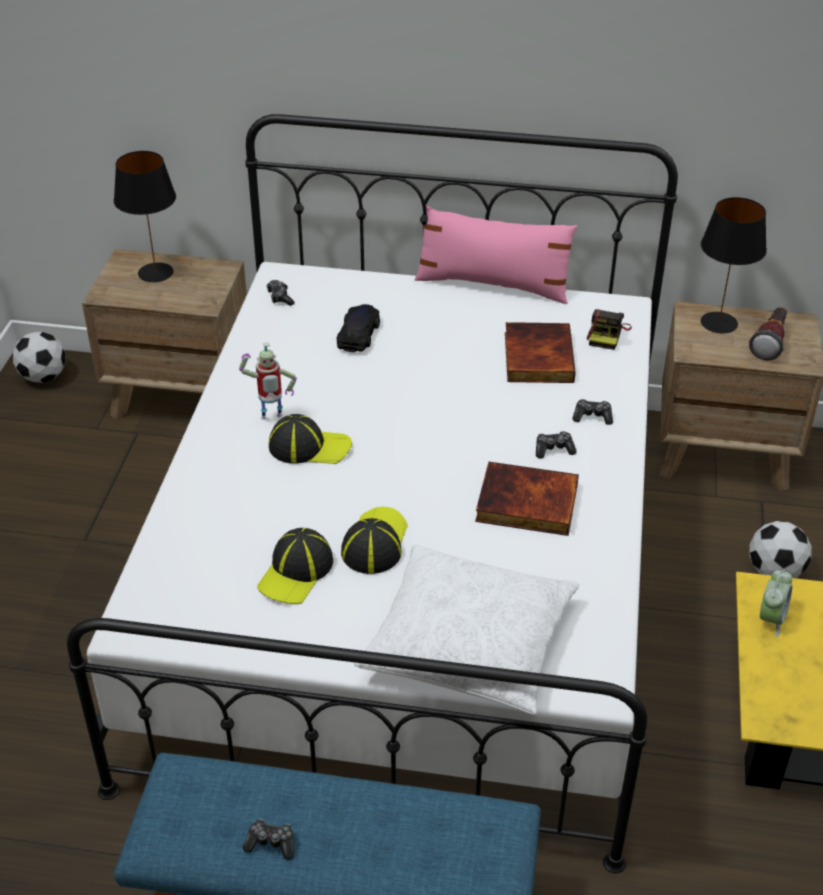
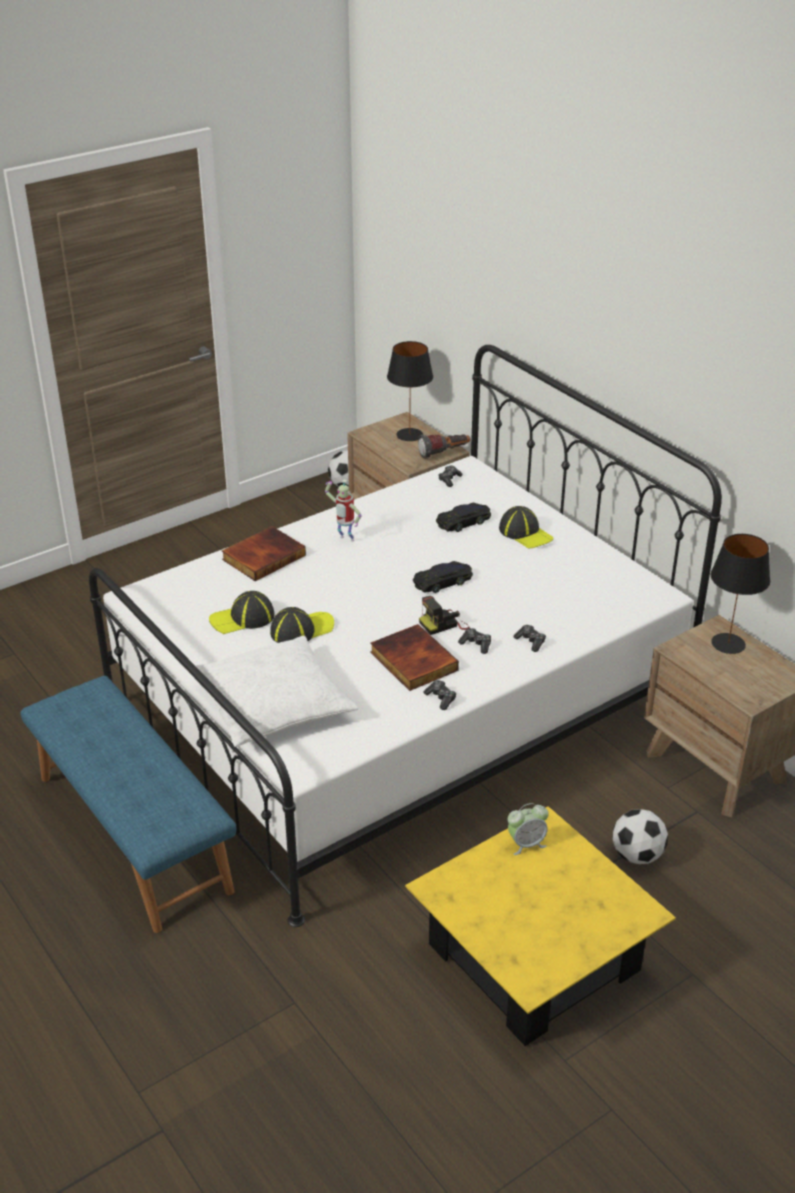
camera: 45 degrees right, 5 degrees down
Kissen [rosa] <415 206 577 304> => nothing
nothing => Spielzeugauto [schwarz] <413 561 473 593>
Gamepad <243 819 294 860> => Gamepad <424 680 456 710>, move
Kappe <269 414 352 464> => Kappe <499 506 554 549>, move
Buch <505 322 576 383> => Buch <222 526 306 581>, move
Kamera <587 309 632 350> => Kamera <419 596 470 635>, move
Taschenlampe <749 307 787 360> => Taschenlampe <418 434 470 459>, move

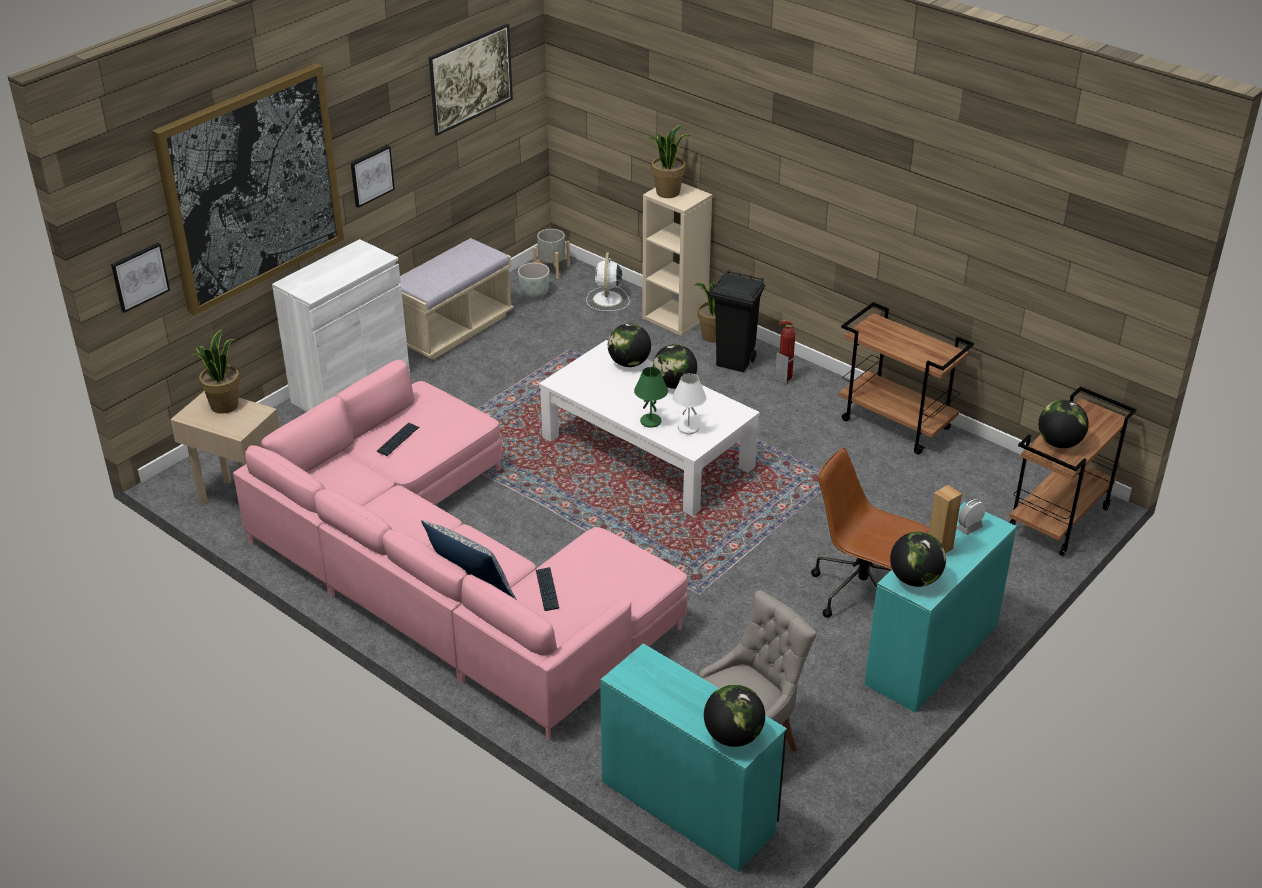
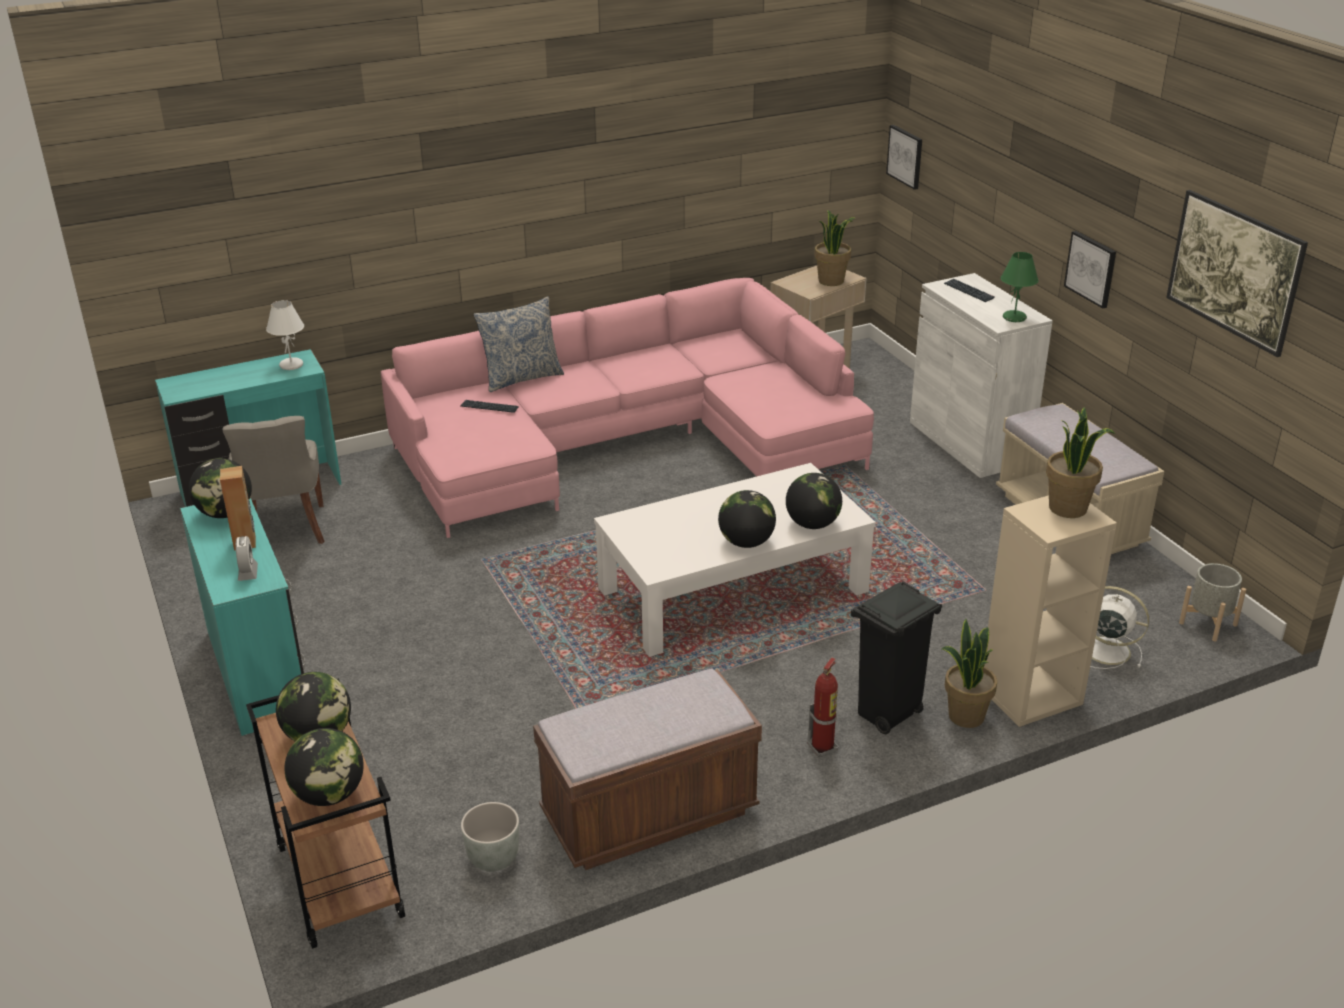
camera: 115 degrees right, 5 degrees down
Bild <152 63 344 316> => nothing
Bürostuhl [braun] <811 448 929 618> => nothing
Tastatur <377 422 419 456> => Tastatur <944 279 995 302>, move
Pflanzkübel [grau] <518 263 550 299> => Pflanzkübel [grau] <461 802 519 872>, move
Tischlampe [grün] <634 367 668 428> => Tischlampe [grün] <1001 252 1039 322>, move
Tischlampe [weiß] <672 373 706 434> => Tischlampe [weiß] <266 300 304 370>, move
Globus <704 684 765 747> => Globus <284 728 364 806>, move
Rollwagen [braun] <839 302 974 455> => Bank [braun] <533 669 762 870>

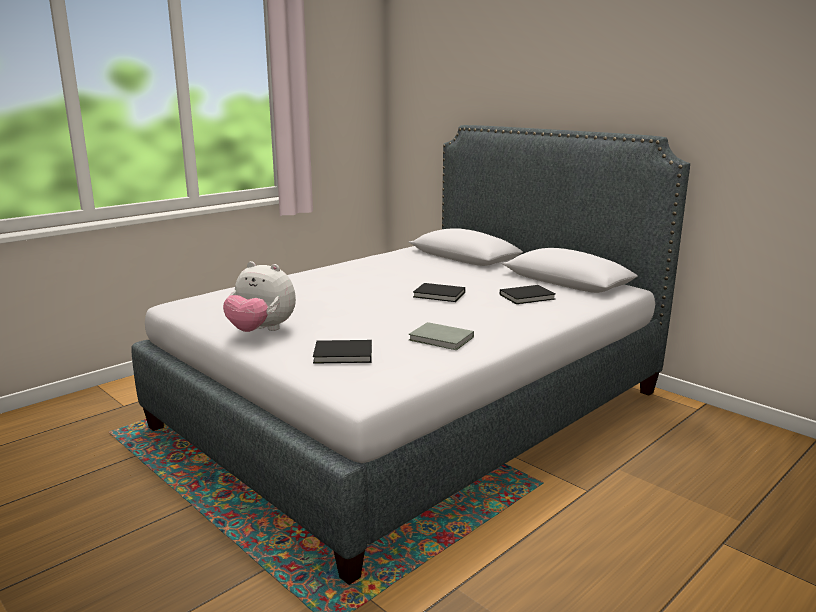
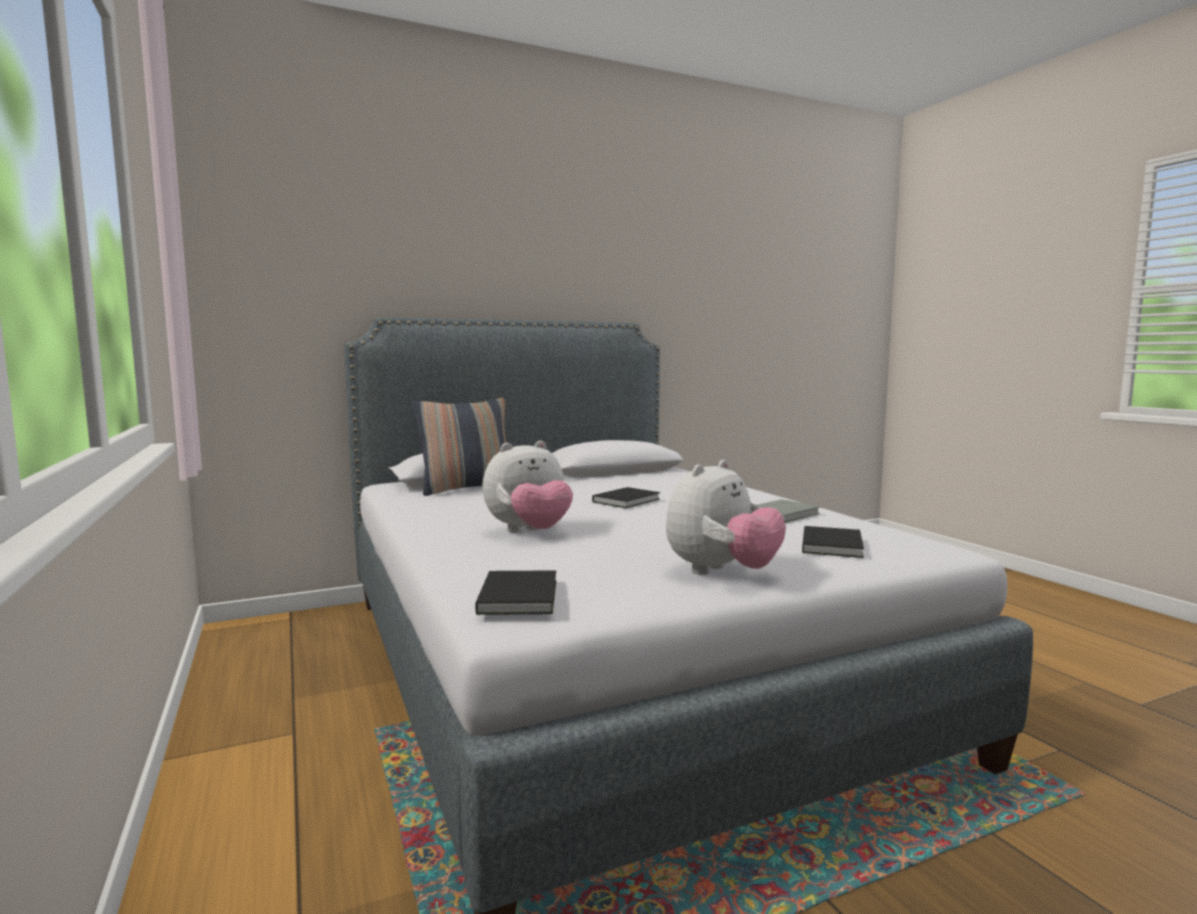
camera: 70 degrees left, 10 degrees down
nothing => Kissen <412 398 506 496>
nothing => Plüschtier <483 441 573 532>
Buch [schwarz] <500 285 555 304> => Buch [schwarz] <475 570 556 615>, move

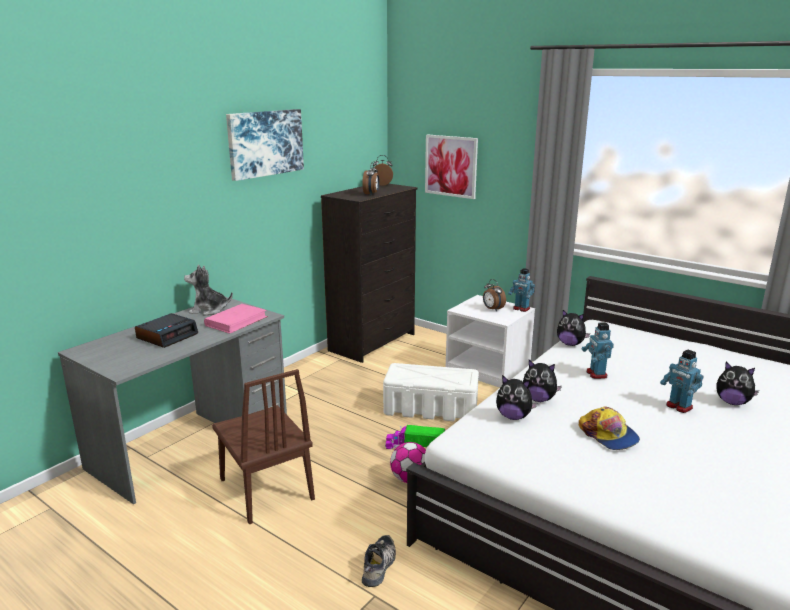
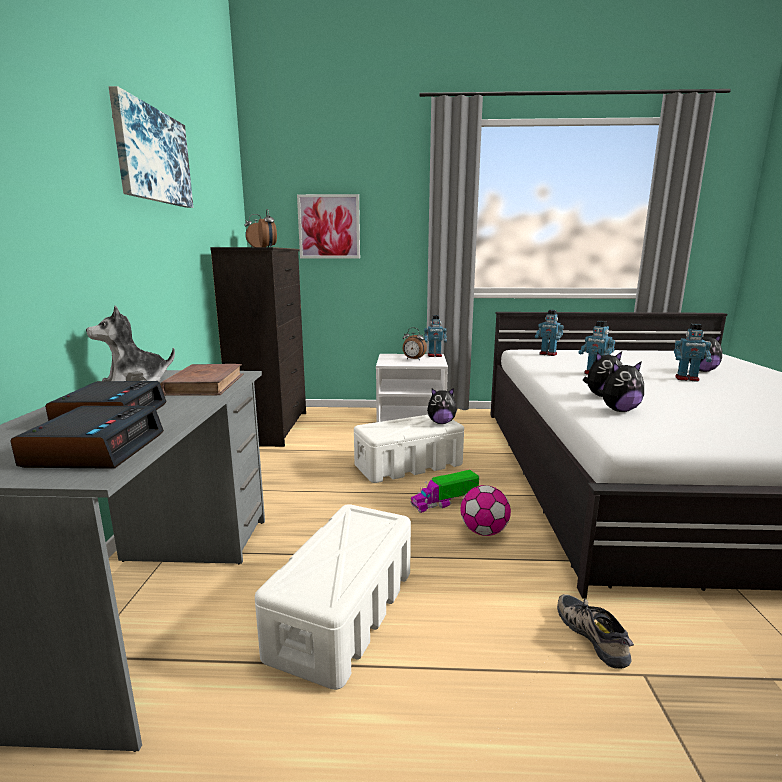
camera: 35 degrees left, 5 degrees down
Kappe <579 406 640 450> => nothing
nothing => Wecker <10 406 164 469>
nothing => Spielzeugroboter <535 310 564 356>
Plüschtier <557 310 590 346> => Plüschtier <427 388 457 424>, move
Stuhl [braun] <212 369 315 524> => Aufbewahrungsbox [weiß] <255 504 411 690>
Buch [rosa] <204 304 268 333> => Buch [braun] <160 364 244 396>

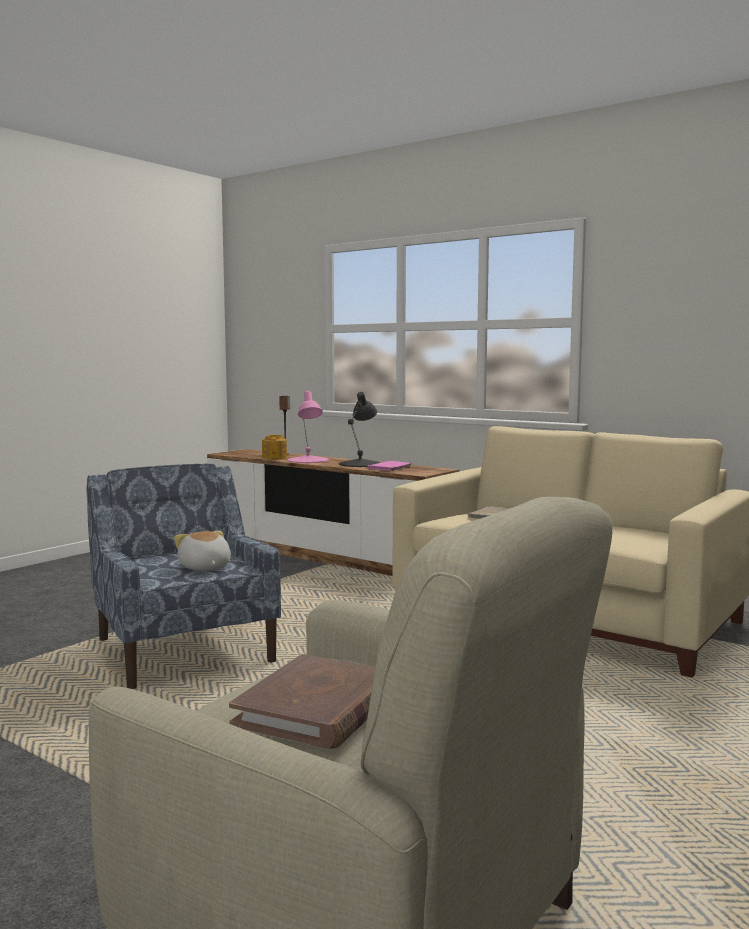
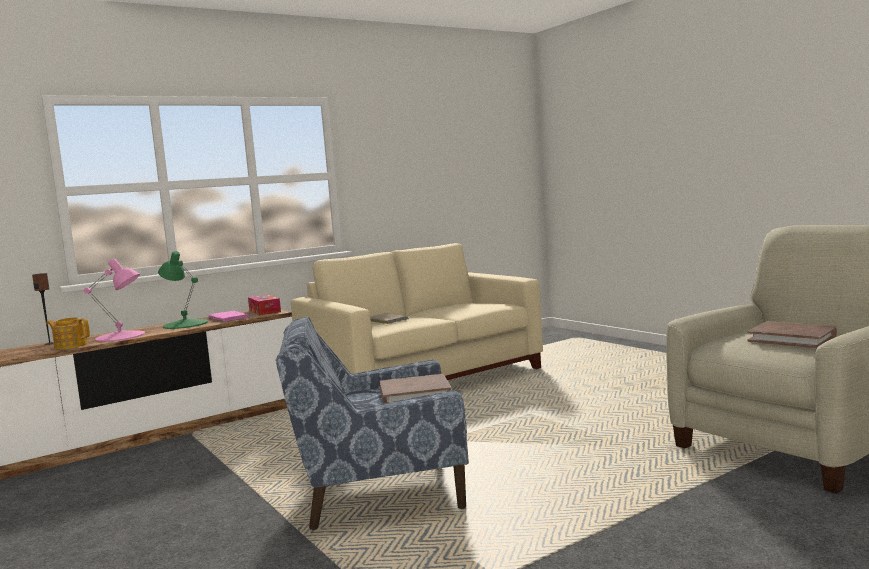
camera: 70 degrees left, 0 degrees up
nothing => Taschentuchbox <248 295 281 315>
Plüschtier <174 531 231 571> => Buch [braun] <380 374 452 404>
Tischlampe [schwarz] <339 392 381 467> => Tischlampe [grün] <158 251 208 329>

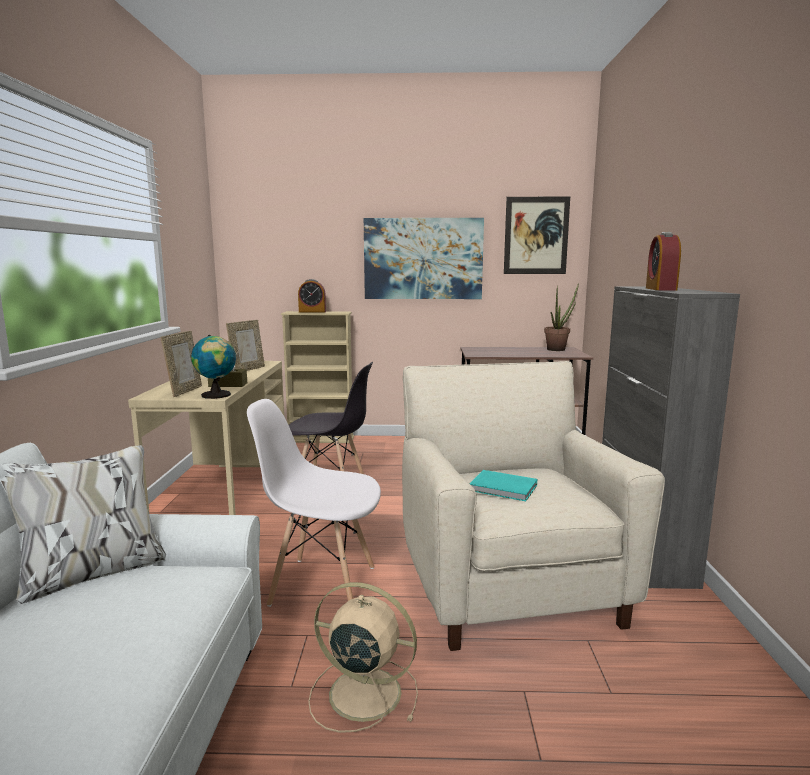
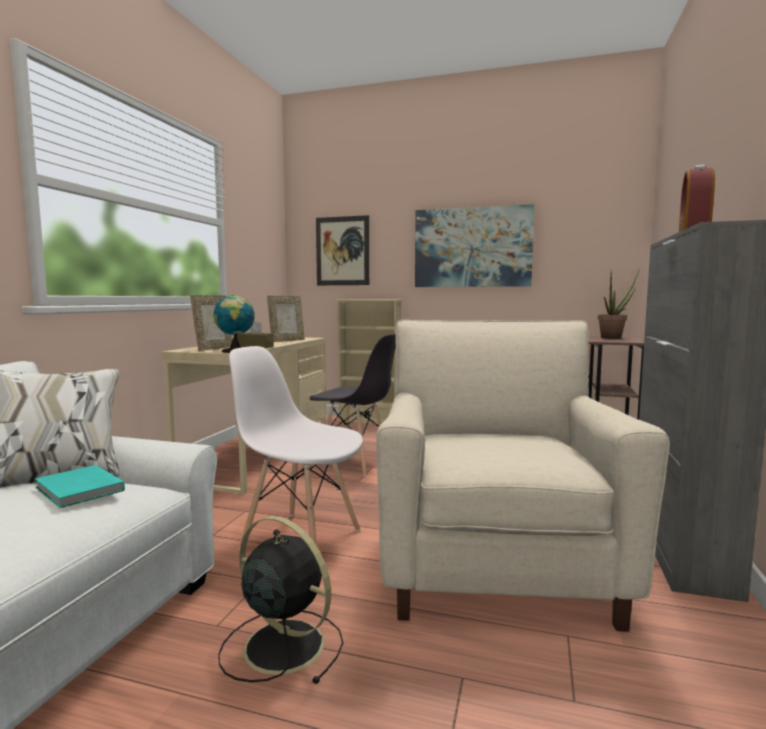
camera: 15 degrees right, 5 degrees down
Wecker <298 279 326 313> => nothing
Buch [türkis] <470 470 537 501> => Buch [türkis] <35 465 125 508>, move
Bild <504 197 570 274> => Bild <316 215 369 285>, move
Ventilator [beige] <308 582 418 733> => Ventilator [schwarz] <218 516 343 684>

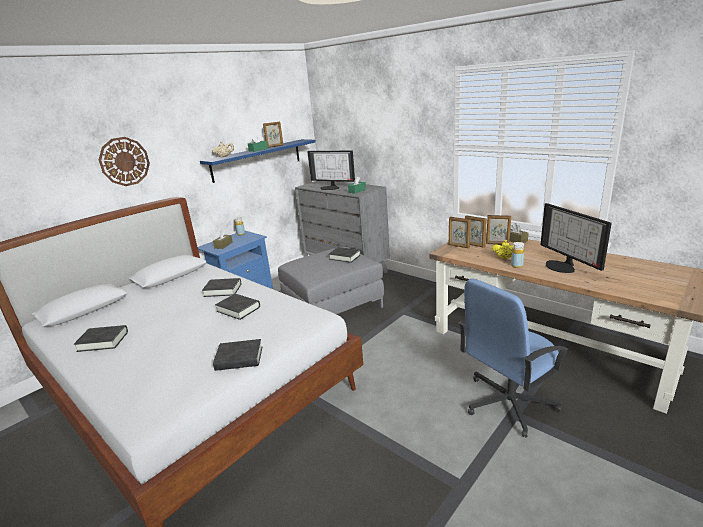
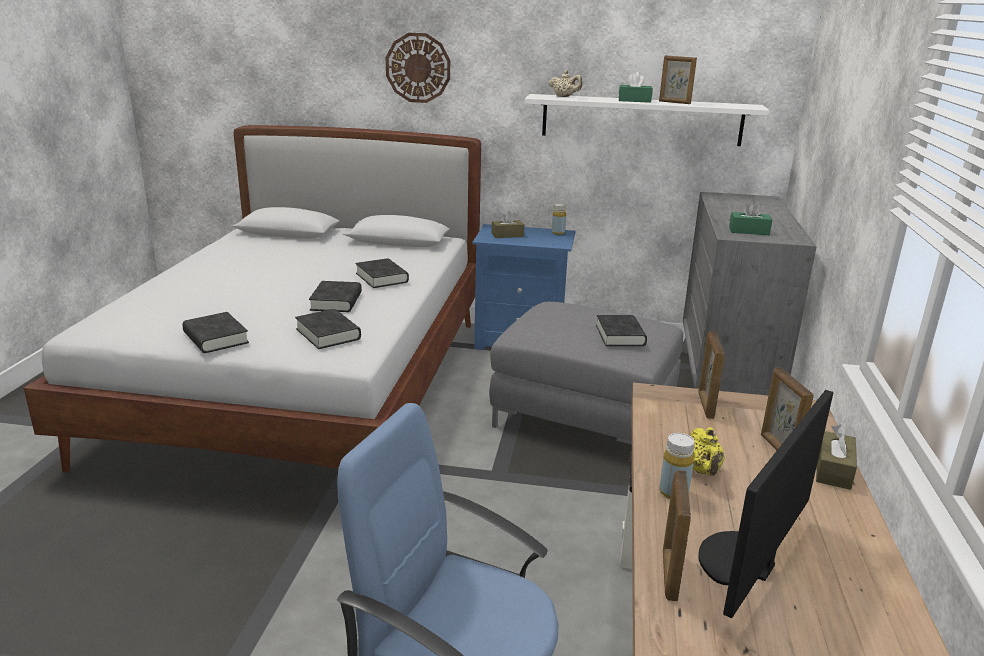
camera: 55 degrees right, 0 degrees up
Monitor <307 151 355 190> => nothing
Buch [schwarz] <74 325 128 352> => Buch [schwarz] <295 309 361 349>, move
Bilderrahmen <465 216 487 248> => Bilderrahmen <663 470 691 601>, move
Wandregal [blau] <200 139 316 183> => Wandregal [weiß] <525 94 769 146>

